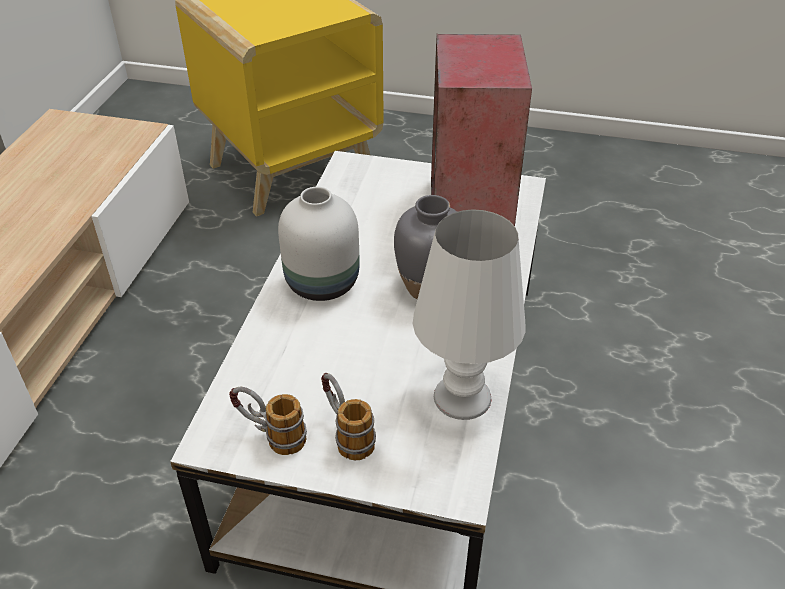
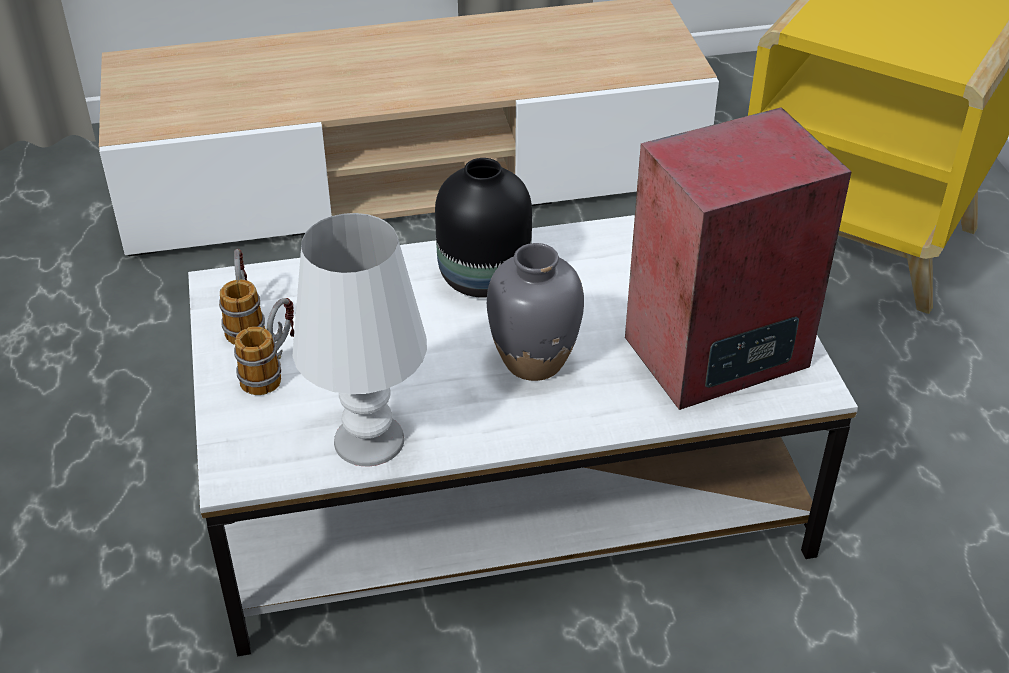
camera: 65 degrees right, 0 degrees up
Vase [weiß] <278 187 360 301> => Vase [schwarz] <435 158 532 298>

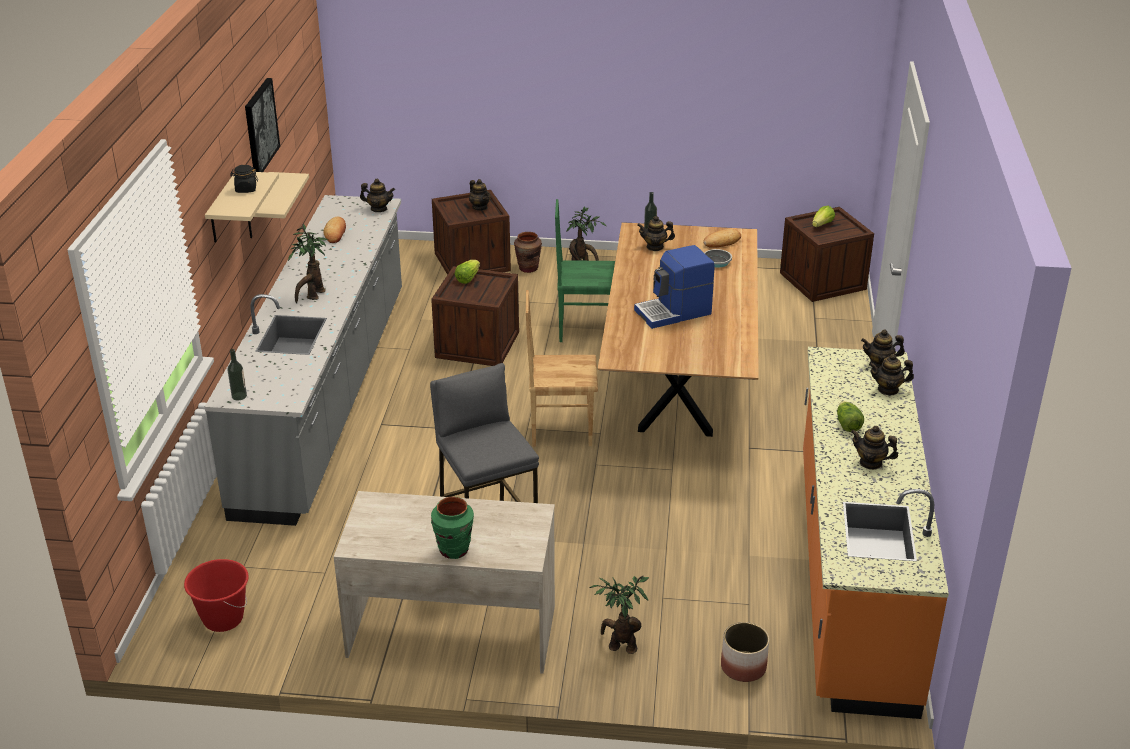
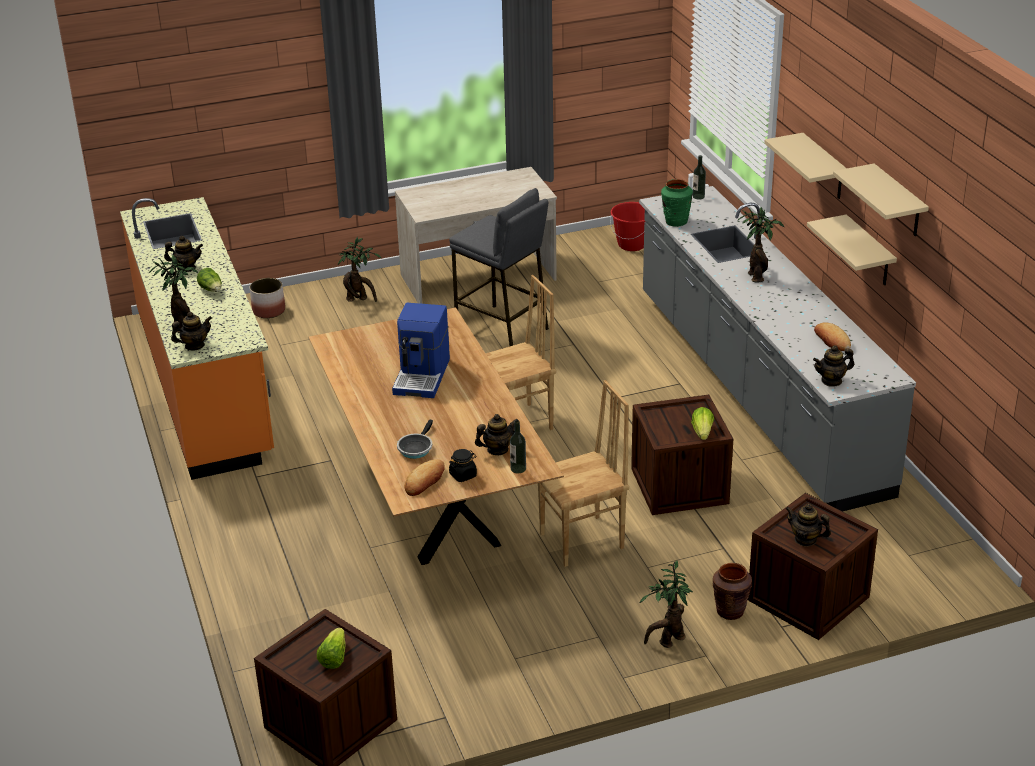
camera: 155 degrees right, 0 degrees up
Vorratsglas [schwarz] <230 165 258 193> => Vorratsglas [schwarz] <449 449 477 482>, move
Vase [grün] <431 497 474 559> => Vase [grün] <661 179 693 227>, move
Bild <245 78 280 172> => Wandregal [beige] <833 163 929 236>
Teekanne <869 354 914 395> => Topfpflanze <149 255 198 333>
Stuhl [grün] <555 199 615 342> => Stuhl [braun] <538 380 629 567>
Kaffeemaschine <634 245 715 329> => Kaffeemaschine <392 303 450 398>, 150 degrees clockwise

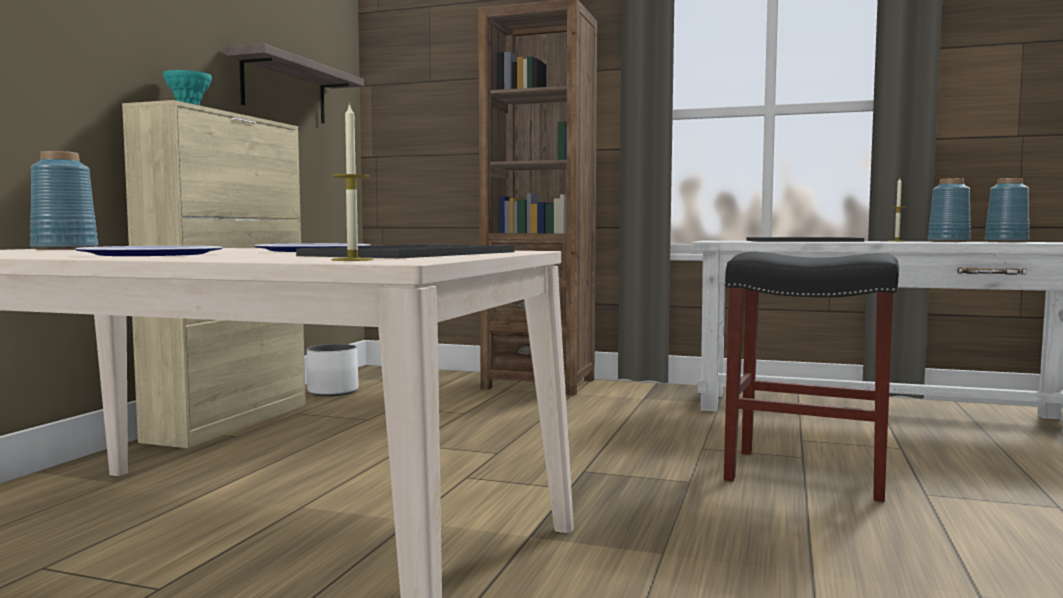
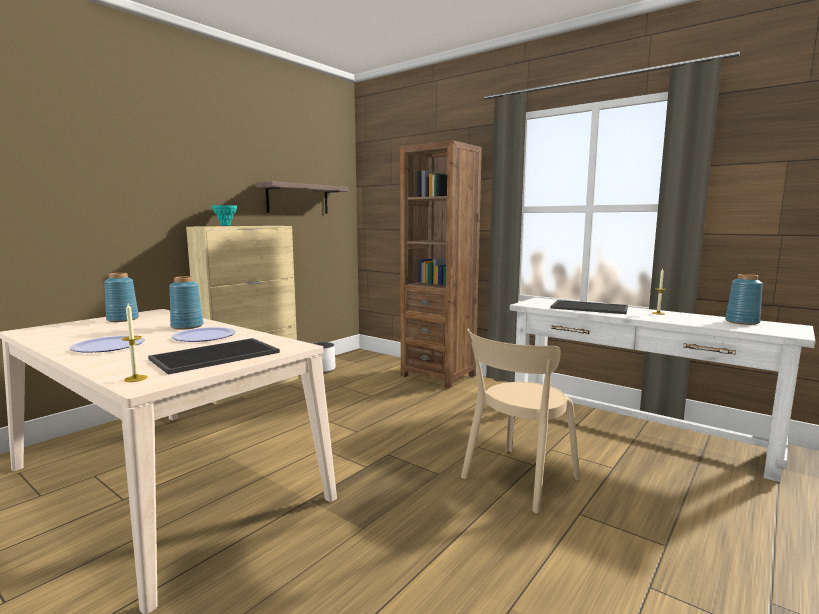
camera: 20 degrees right, 5 degrees up
Vase [blau] <928 178 971 242> => Vase [blau] <169 276 204 329>, move
Hocker [schwarz] <724 251 899 502> => Stuhl [beige] <461 329 580 514>

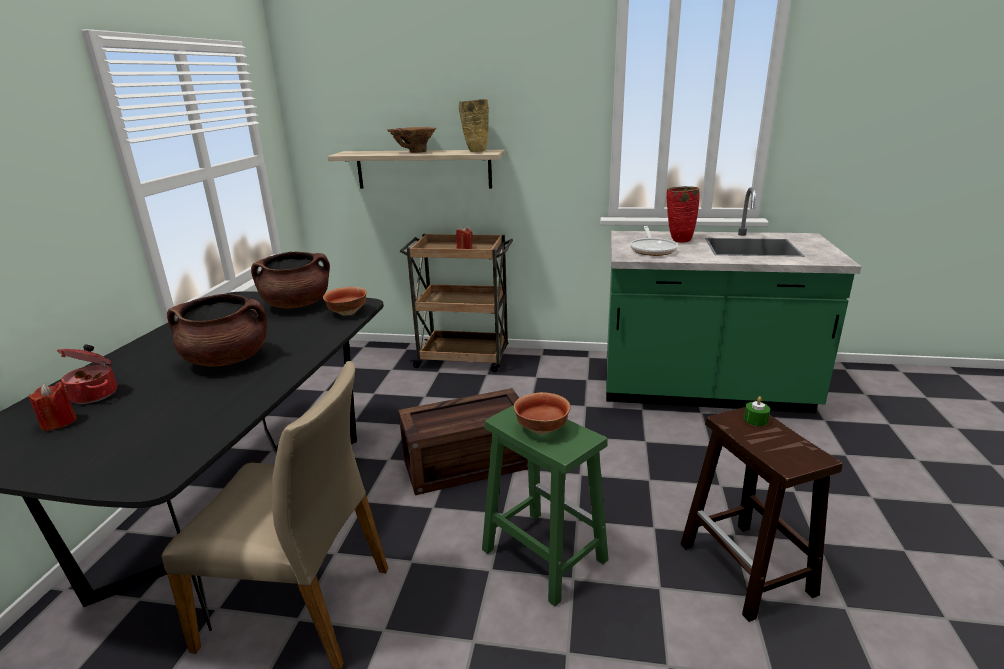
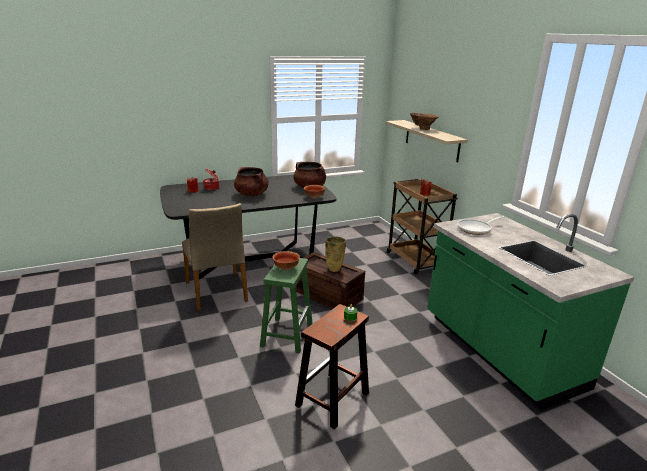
camera: 55 degrees right, 0 degrees up
Vase [rot] <667 186 700 243> => nothing
Vase [beige] <459 99 489 152> => Vase [beige] <325 236 346 272>, move

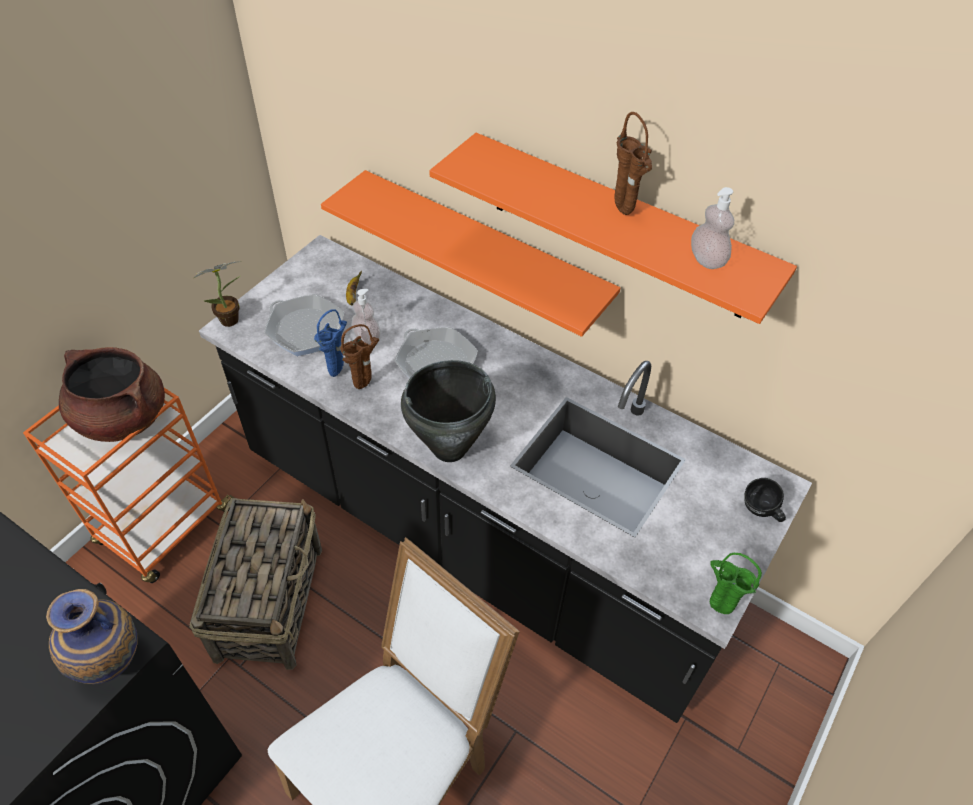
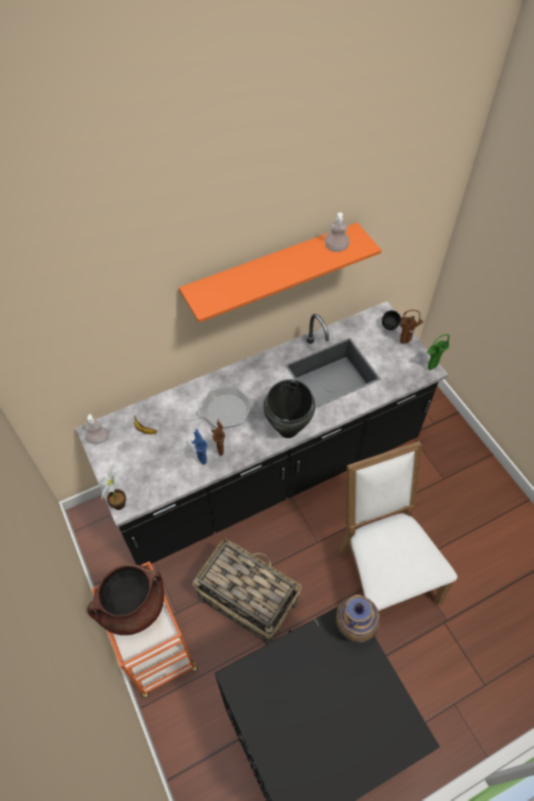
camera: 60 degrees left, 5 degrees up
Pfanne <264 294 344 356> => nothing
Wandregal [orange] <321 170 620 337> => nothing
Seifenspender <351 289 381 344> => Seifenspender <85 414 109 444>, move
Vase [braun] <614 112 652 215> => Vase [braun] <400 310 423 344>, move

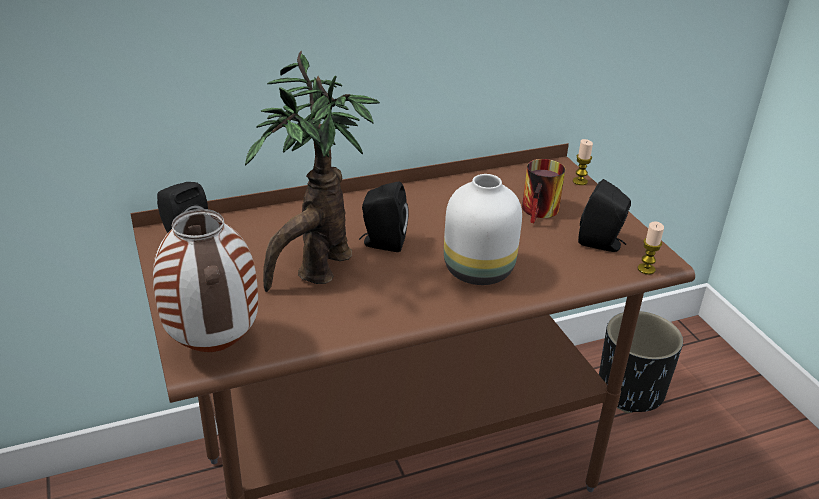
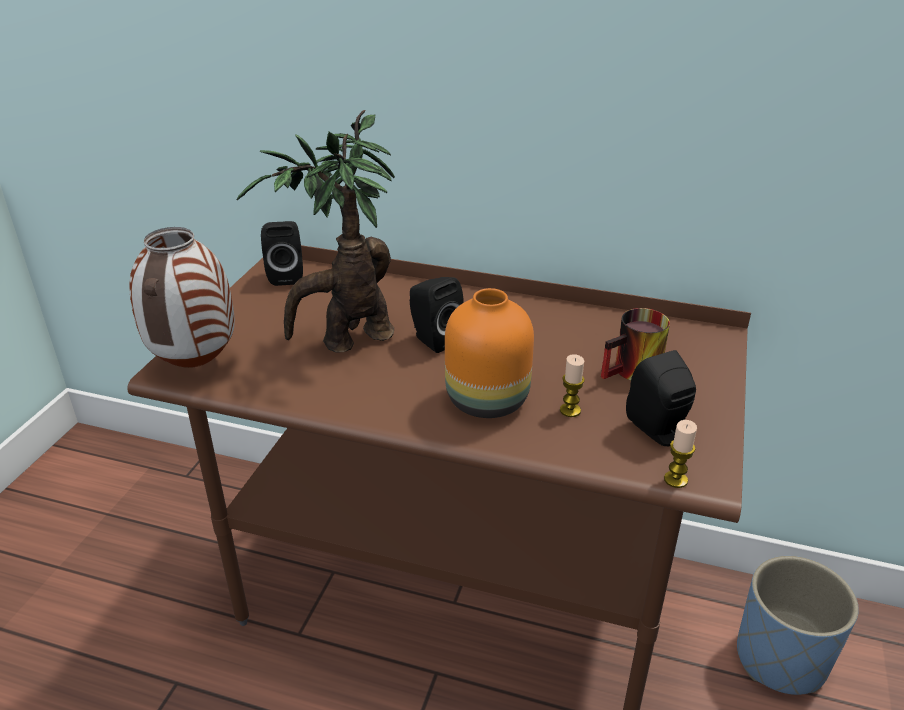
camera: 40 degrees right, 0 degrees up
Kerze <573 139 593 185> => Kerze <560 354 585 417>, move
Vase [weiß] <444 174 522 285> => Vase [orange] <445 288 534 418>
Pflanzkübel [schwarz] <599 311 683 413> => Pflanzkübel [blau] <737 556 859 695>

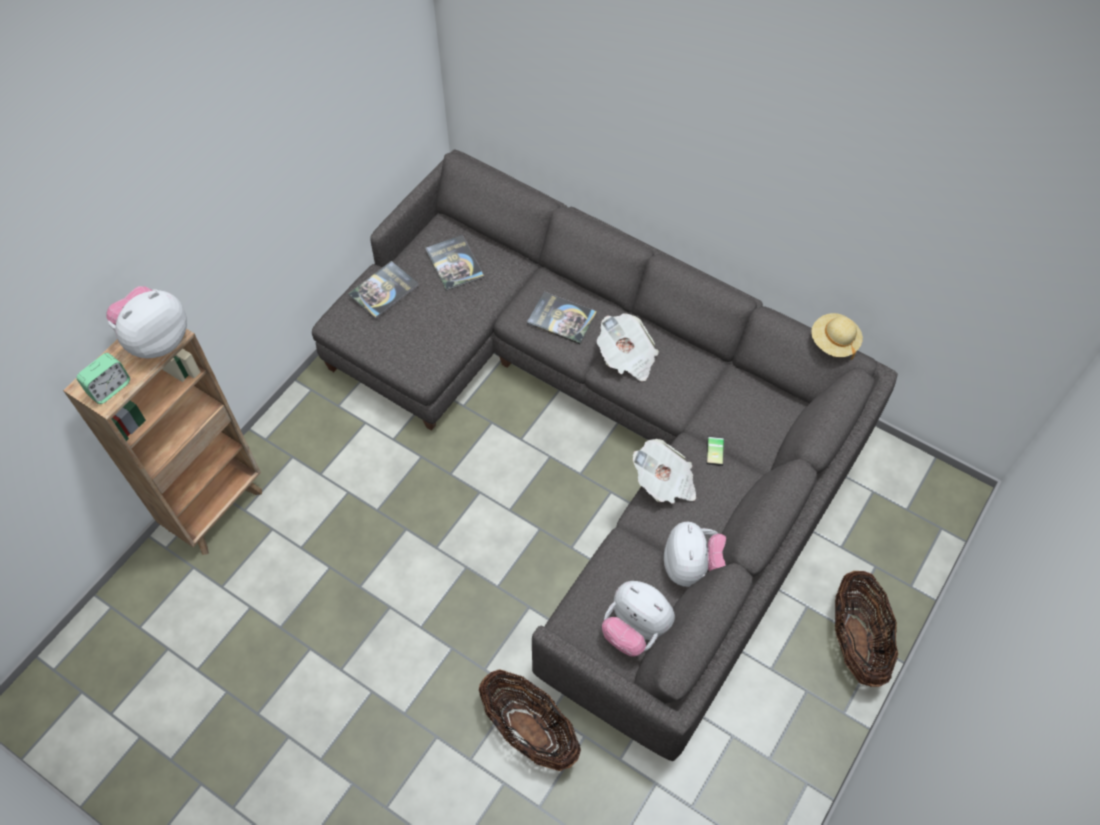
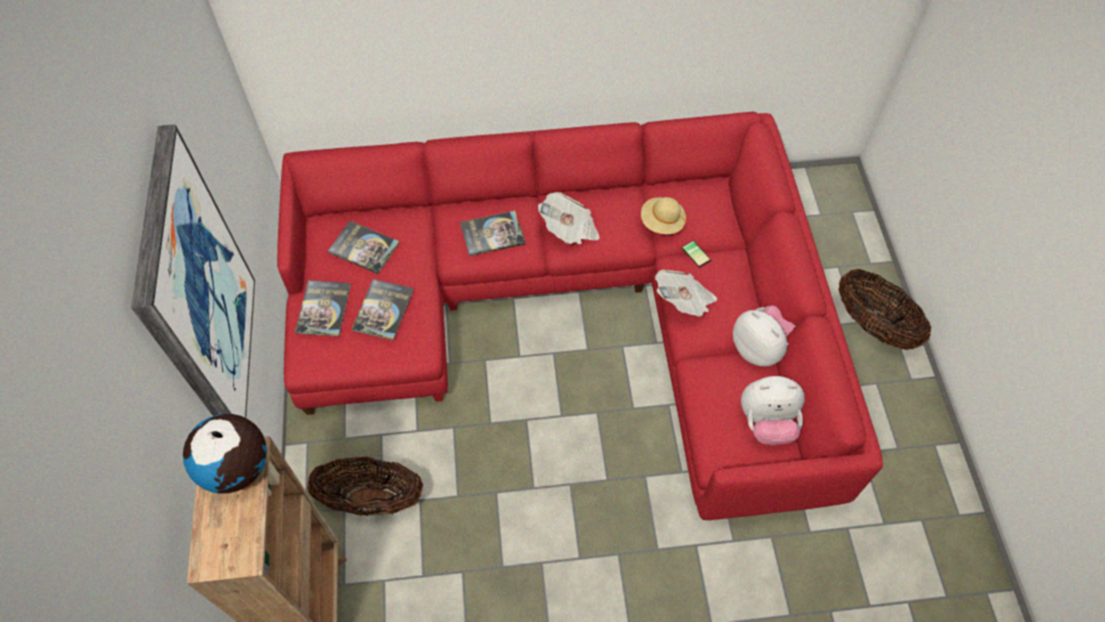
camera: 40 degrees left, 0 degrees up
Wecker <77 353 130 404> => nothing
nothing => Bild <131 124 255 418>
nothing => Buch <352 279 413 340>
Korb <479 669 581 771> => Korb <307 456 423 516>, move
Hut [beige] <811 313 863 360> => Hut [beige] <641 197 686 234>, move
Plüschtier <106 286 187 359> => Globus <183 414 267 494>
Sofa [grau] <312 149 898 761> => Sofa [rot] <277 111 883 520>

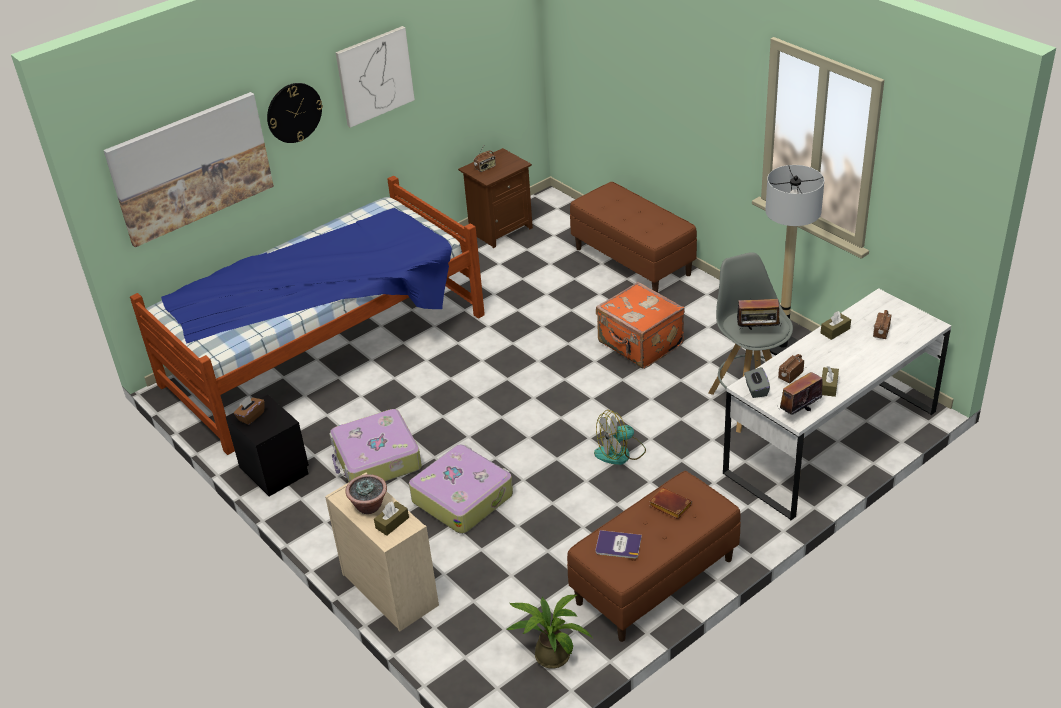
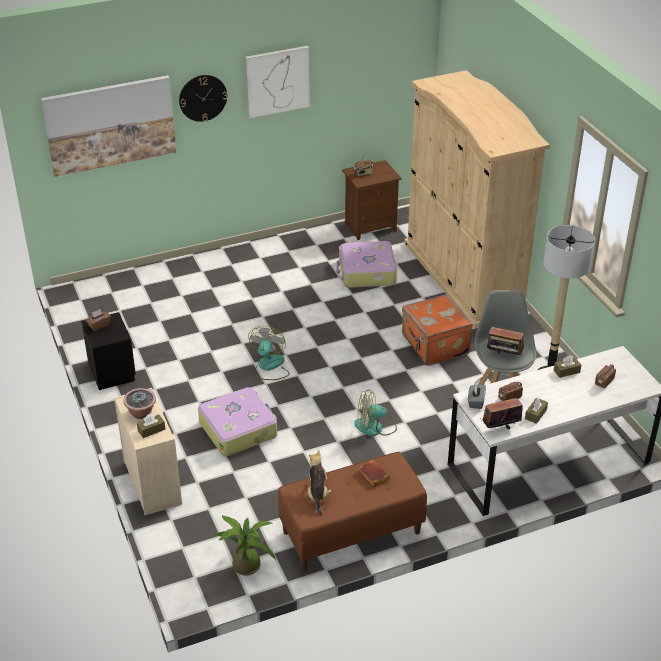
camera: 15 degrees right, 0 degrees up
Bett <130 176 485 455> => nothing
nothing => Ventilator <248 326 290 380>
Koffer <329 409 422 482> => Koffer <337 241 397 288>, move
Bank [braun] <570 182 697 293> => Kleiderschrank [beige] <404 70 550 328>
Buch <596 530 642 559> => Plüschtier <308 450 332 515>

